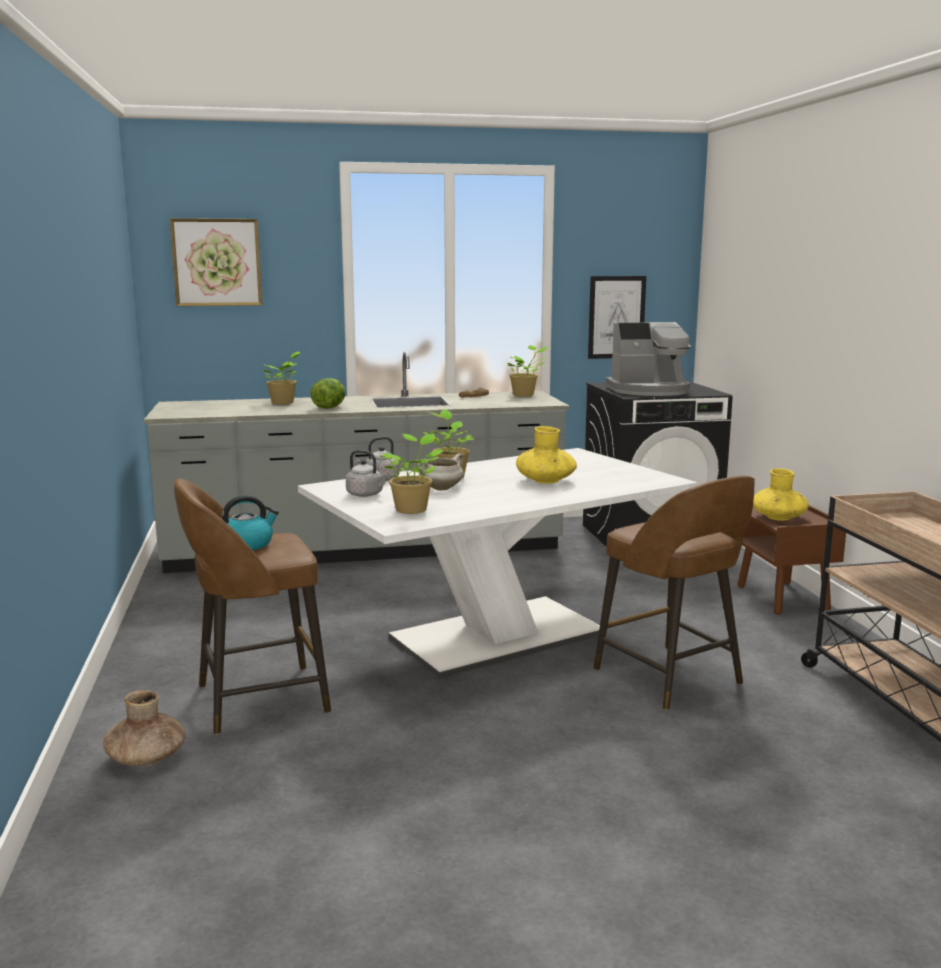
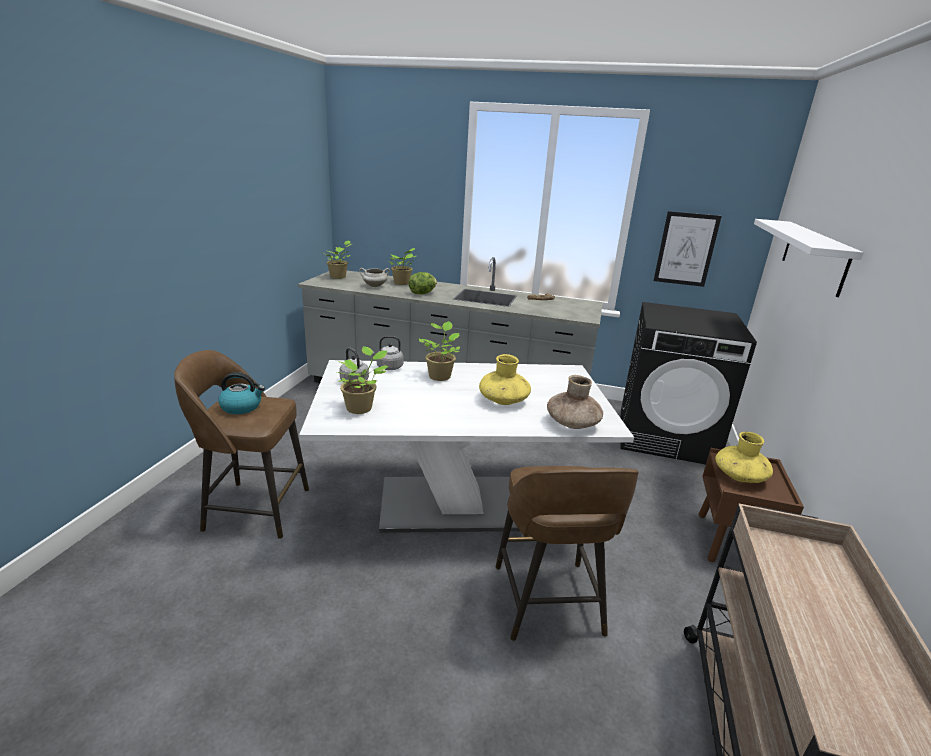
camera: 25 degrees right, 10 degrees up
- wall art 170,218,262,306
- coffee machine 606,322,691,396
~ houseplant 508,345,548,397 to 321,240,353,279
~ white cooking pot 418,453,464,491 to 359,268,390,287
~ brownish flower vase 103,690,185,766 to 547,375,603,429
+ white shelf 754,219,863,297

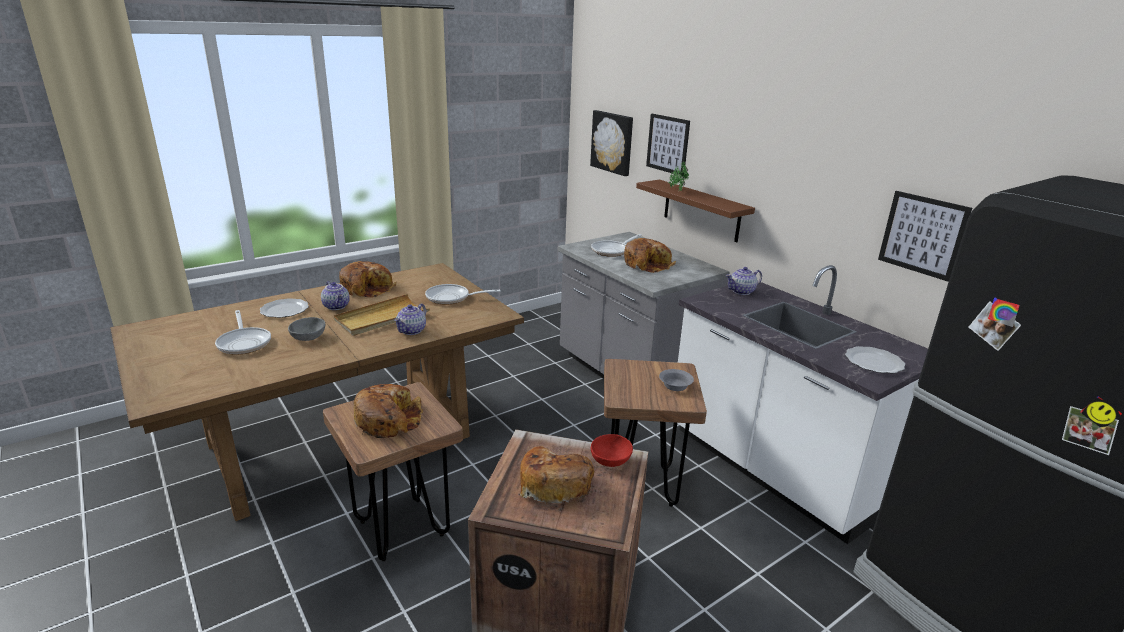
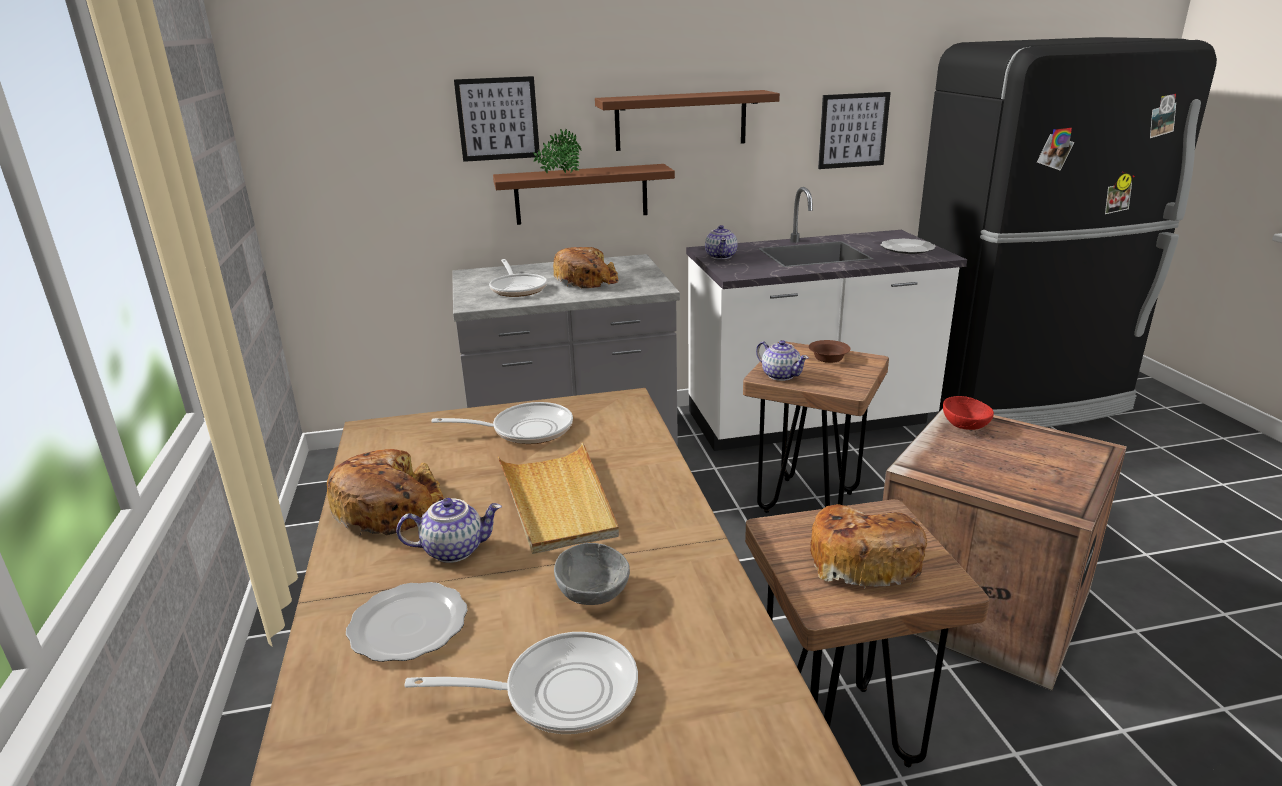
camera: 65 degrees left, 0 degrees up
- wall art 590,110,633,176
~ frying pan 425,284,500,305 = 432,402,573,444 120 degrees counterclockwise
~ teapot 394,303,426,335 to 756,340,809,381
~ grey bowl 659,369,694,391 to brownish bowl 808,340,851,363
- baked bread 520,446,595,504
+ brownish shelf 595,90,780,151

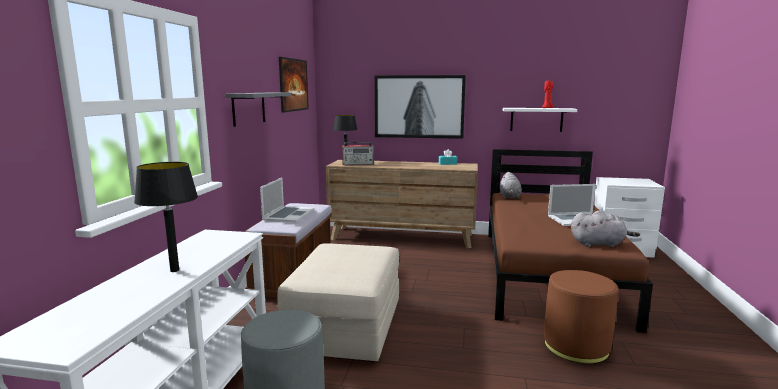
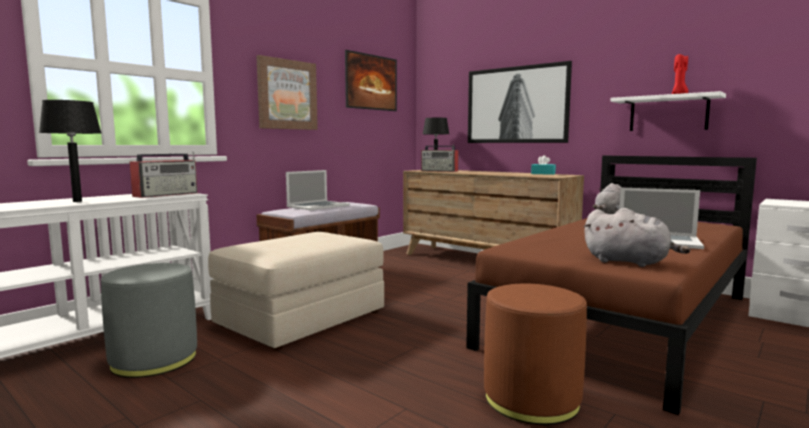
camera: 30 degrees right, 5 degrees down
~ grey shelf 225,93,291,127 to wall art 256,55,318,130
+ radio receiver 129,151,197,198

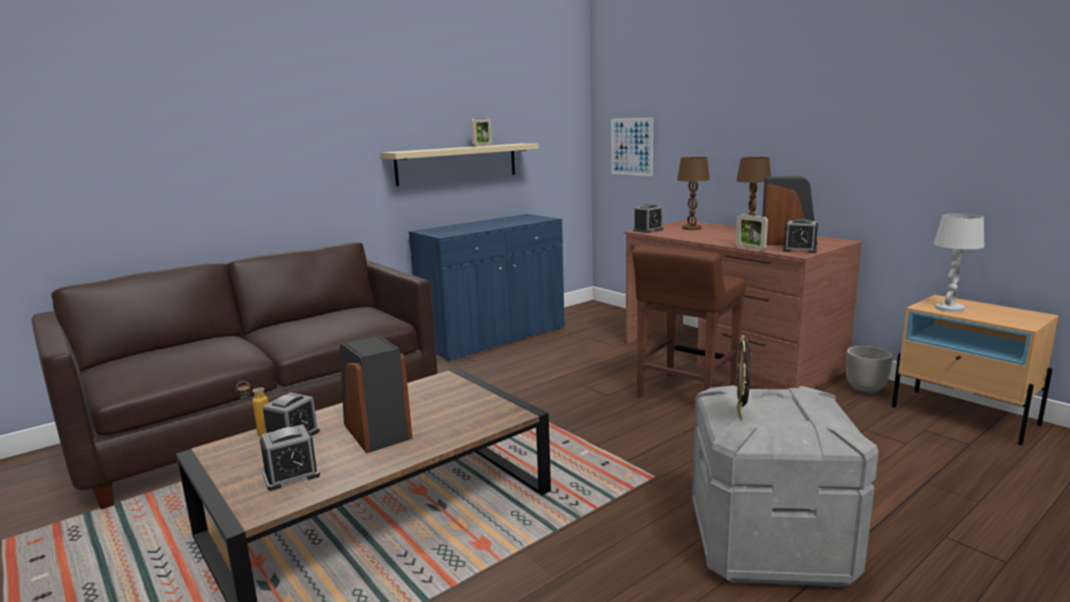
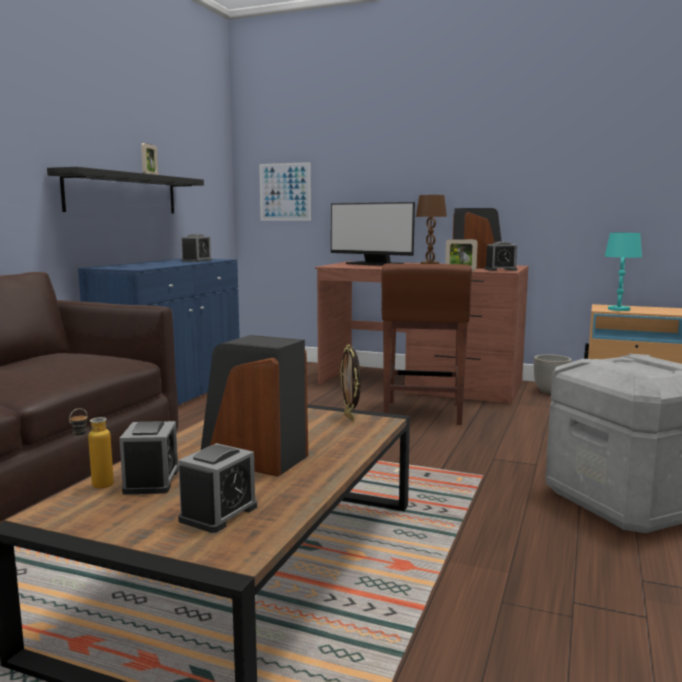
camera: 30 degrees left, 5 degrees down
~ beige shelf 381,143,539,186 to black-coloured shelf 47,167,204,214
~ brownish table lamp 677,157,710,230 to computer screen 331,202,415,266
~ bedside clock 633,204,663,233 to 181,234,212,262
~ white table lamp 934,214,984,312 to turquoise-coloured table lamp 605,233,642,311
~ picture frame 737,335,750,420 to 340,344,361,421

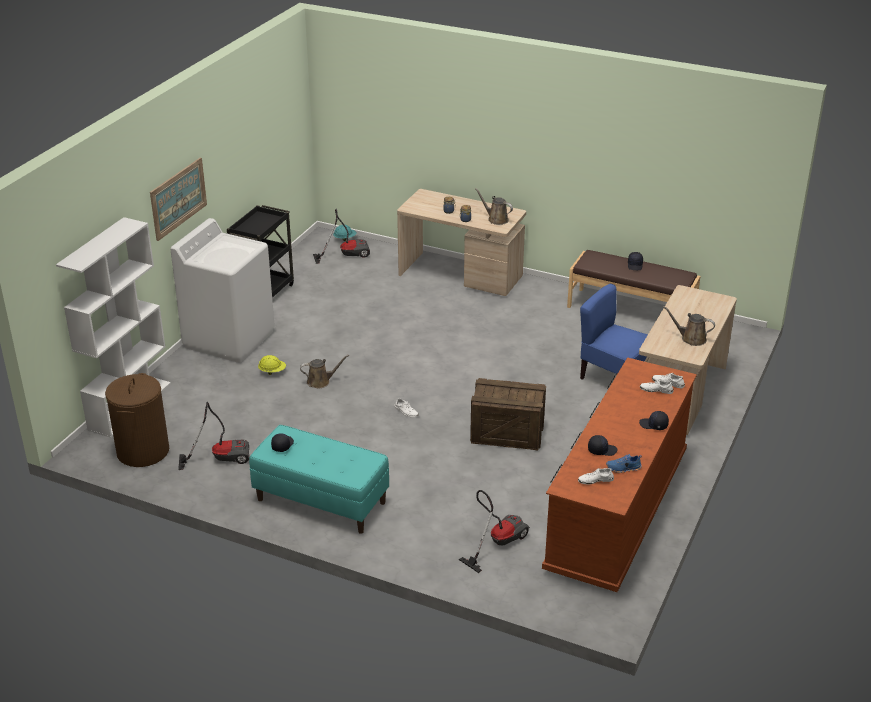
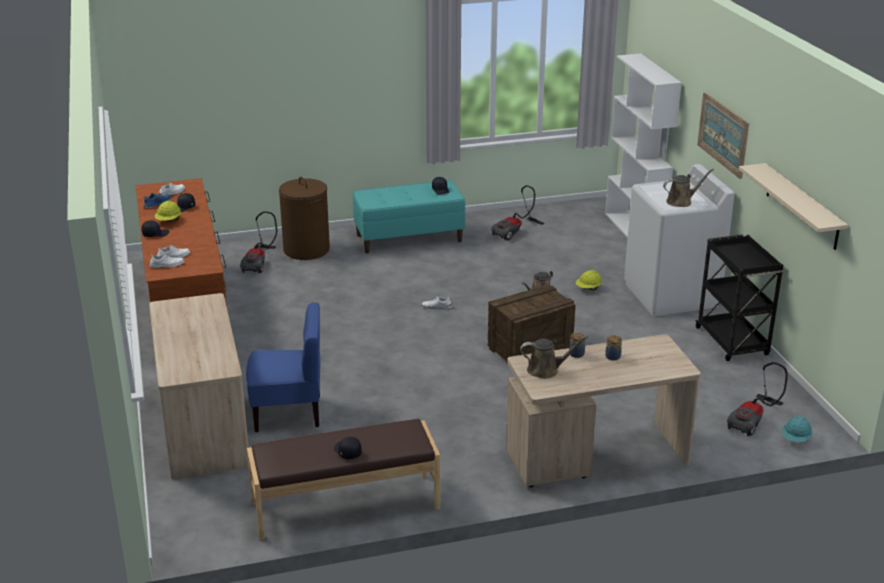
camera: 140 degrees right, 5 degrees down
~ brownish sprinkling can 663,306,715,346 to 663,169,714,207
~ brownish laundry basket 105,373,169,467 to 279,177,330,260
~ packing crate 470,378,546,450 to 488,285,575,364
+ beige shelf 739,163,848,250
+ yellow-coloured hard hat 155,201,181,221

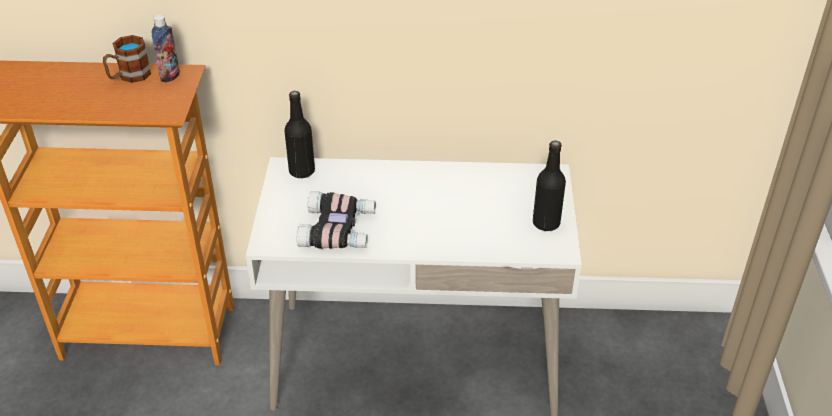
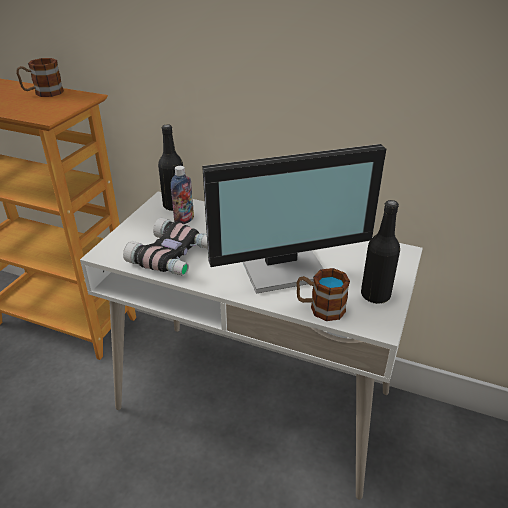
camera: 20 degrees right, 5 degrees down
~ bottle 152,15,180,83 to 171,166,194,224
+ computer screen 202,144,386,293
+ tea mug 297,268,350,321

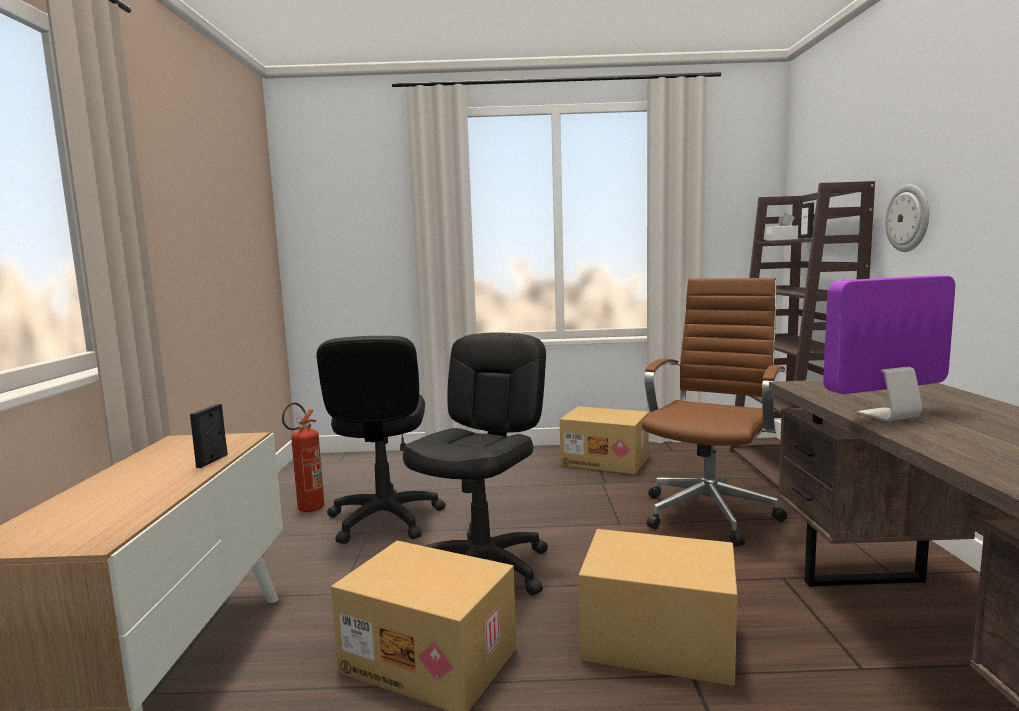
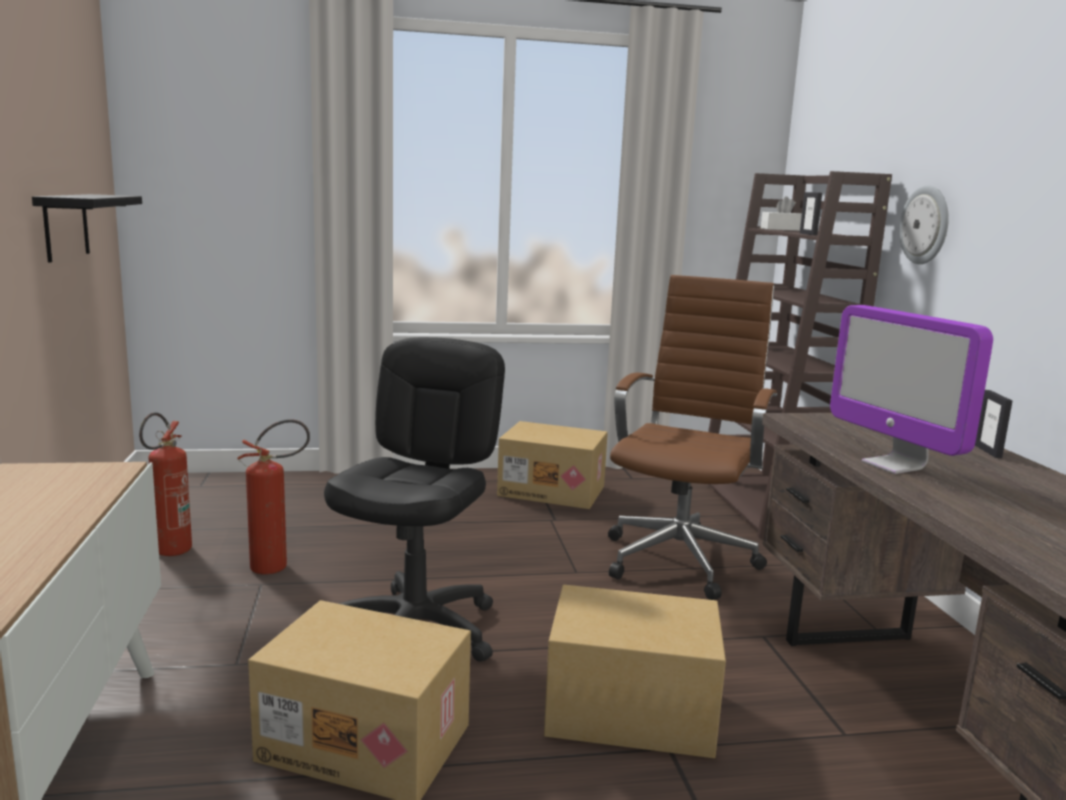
camera: 10 degrees left, 5 degrees up
~ computer screen 823,275,955,421 = 830,305,993,474 90 degrees counterclockwise
~ black-coloured office chair 316,336,446,544 to fire-fighting cylinder 237,419,310,575
~ picture frame 190,404,228,468 to 975,390,1012,458
+ black-coloured shelf 32,194,142,263

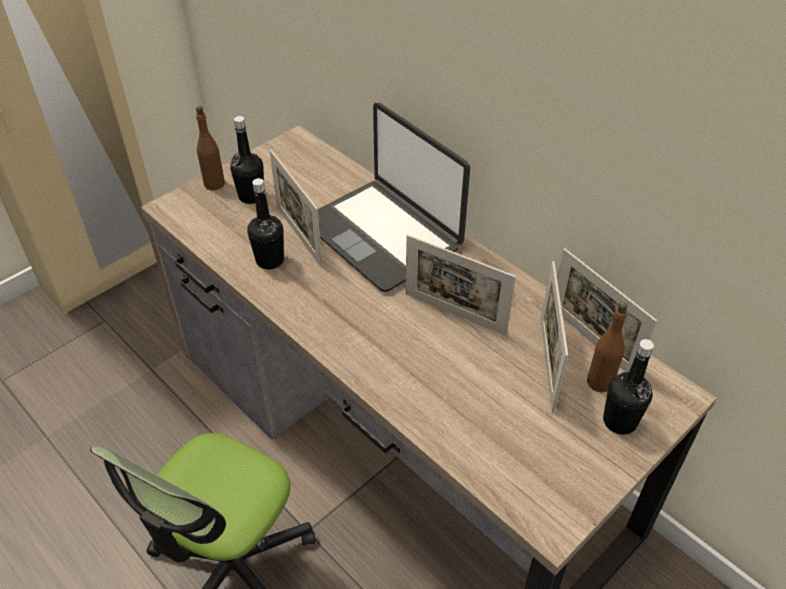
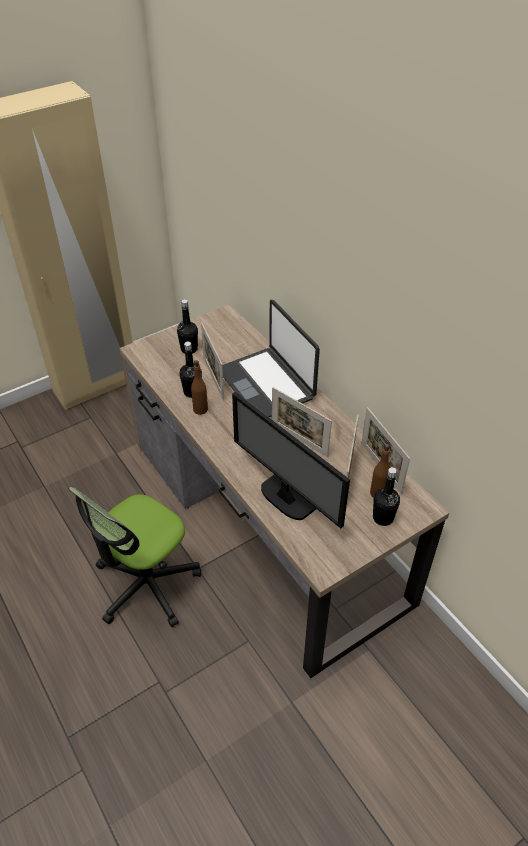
camera: 10 degrees right, 0 degrees up
~ brownish bottle 196,106,225,190 to 191,360,208,415
+ computer screen 232,392,350,528

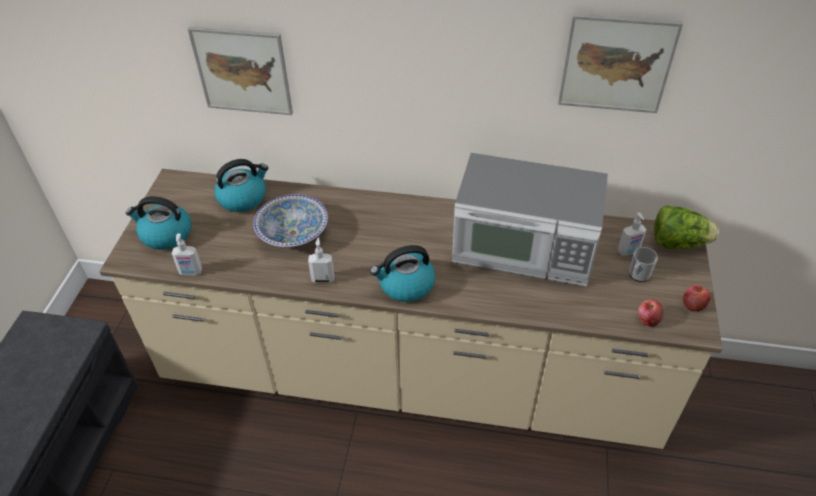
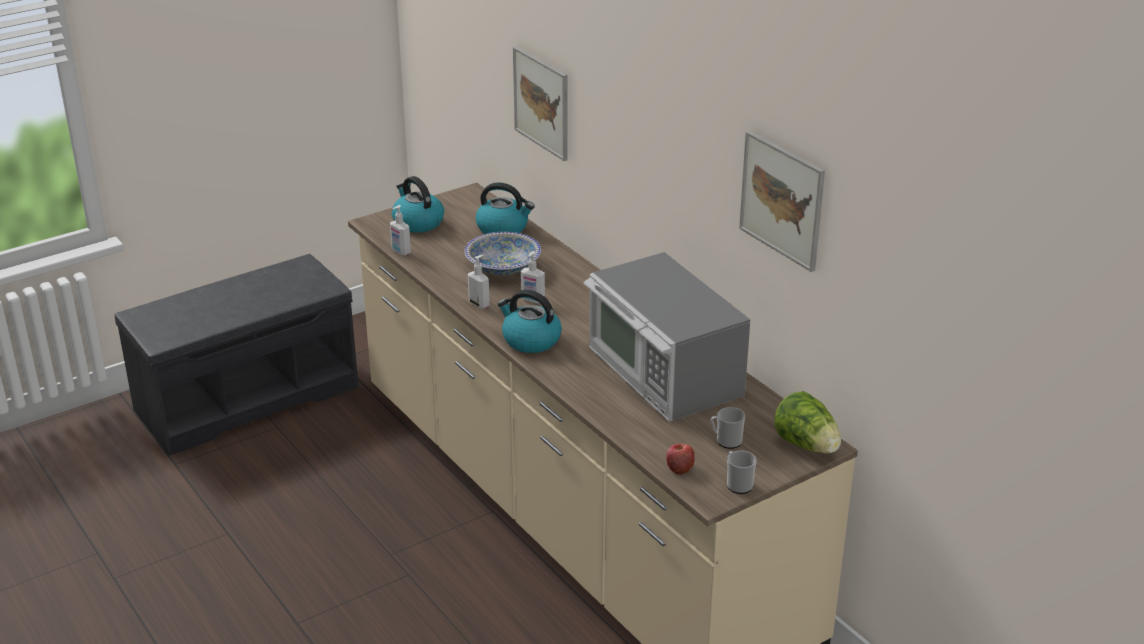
camera: 45 degrees right, 15 degrees down
~ liquid soap bottle 617,212,647,256 to 521,251,545,303
~ apple fruit 683,285,711,312 to tea mug 727,450,757,494

